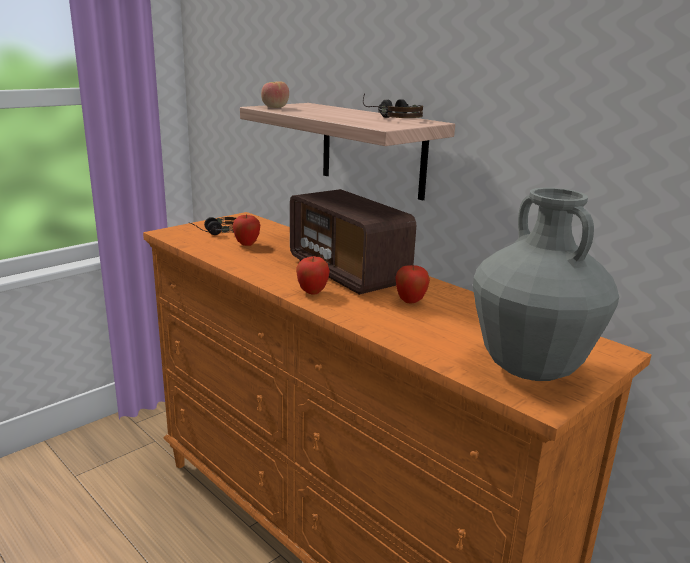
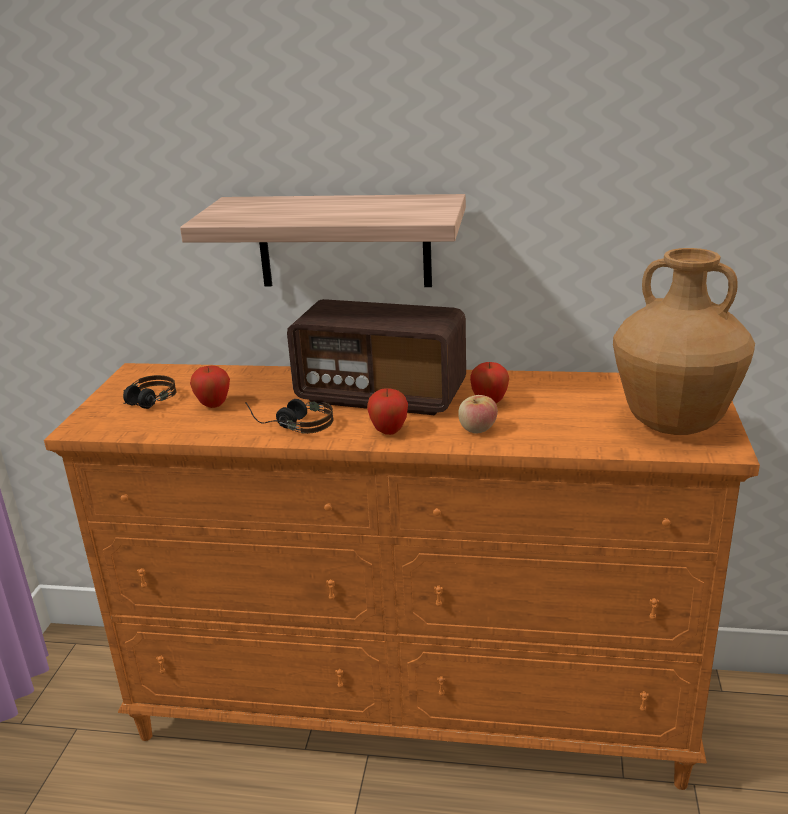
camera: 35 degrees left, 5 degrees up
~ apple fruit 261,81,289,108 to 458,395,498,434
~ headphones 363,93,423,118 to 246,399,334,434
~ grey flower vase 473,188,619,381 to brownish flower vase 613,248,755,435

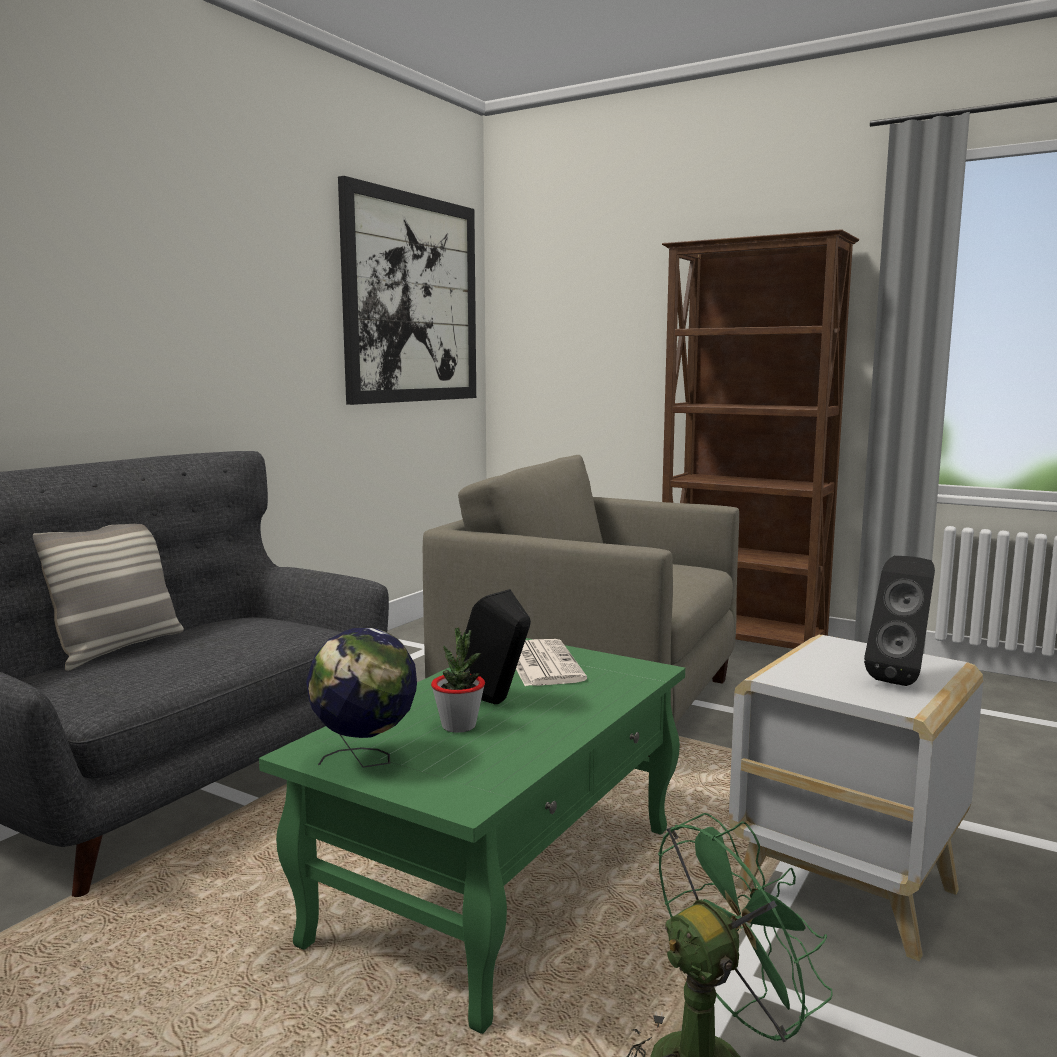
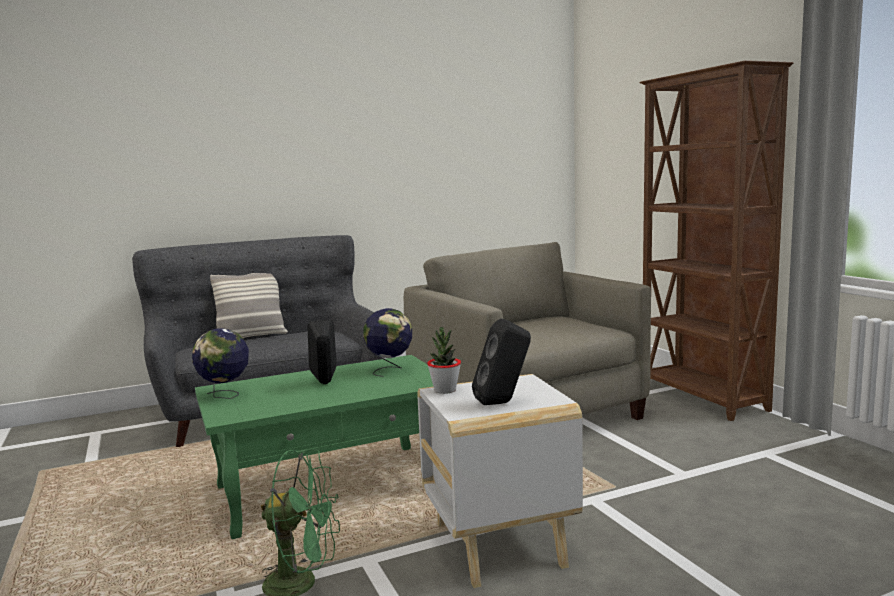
camera: 35 degrees right, 0 degrees up
- wall art 338,176,476,405
~ houseplant 431,627,485,733 to 427,327,461,394
~ printed paper 516,639,587,686 to desk globe 363,308,412,377

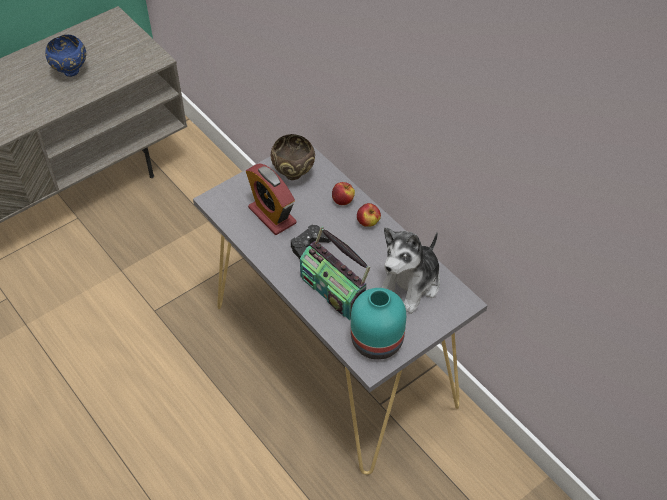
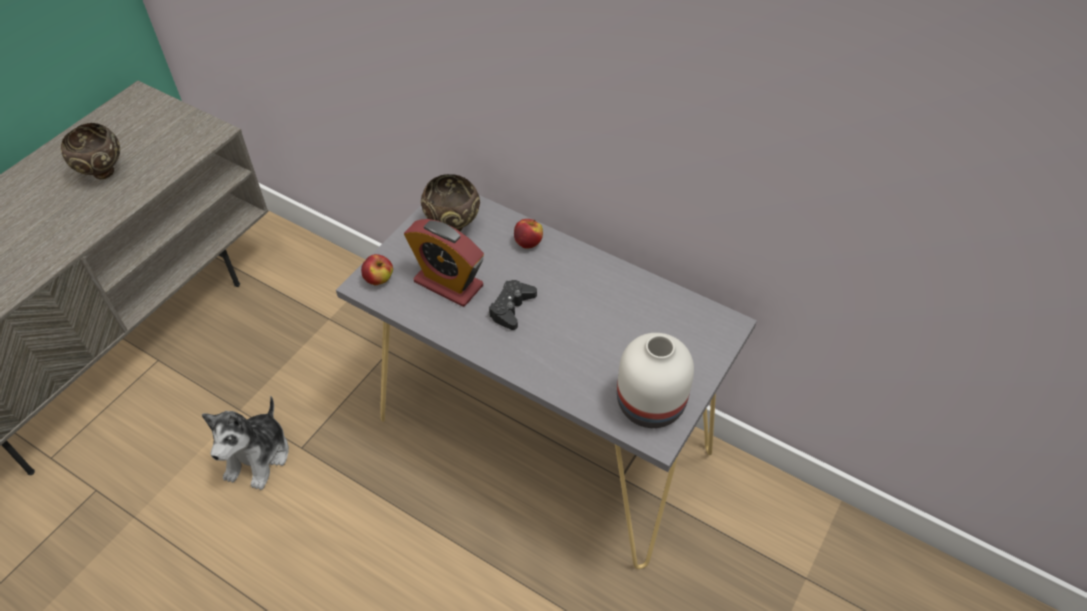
camera: 20 degrees left, 0 degrees up
~ bluish bowl 45,35,86,77 to brownish bowl 61,123,120,179
~ apple fruit 357,203,381,227 to 361,254,393,285
- radio receiver 300,227,370,320
~ cuddly toy 381,227,440,314 to 202,396,289,490
~ turquoise-coloured flower vase 351,288,406,360 to white flower vase 617,333,694,428

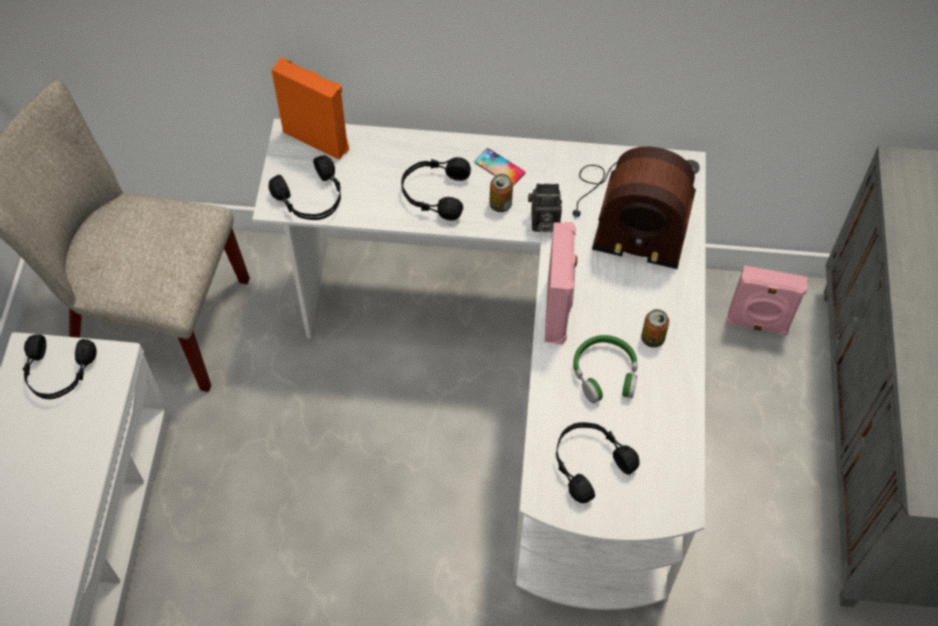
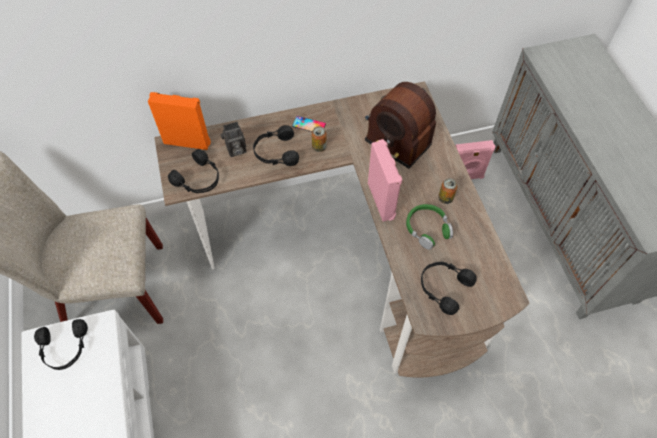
camera: 20 degrees left, 0 degrees up
~ white desk table 252,119,706,610 to brownish desk table 154,81,529,378
~ radio receiver 573,146,696,269 = 365,82,436,169 45 degrees clockwise
~ still camera 528,184,562,232 to 220,122,246,157

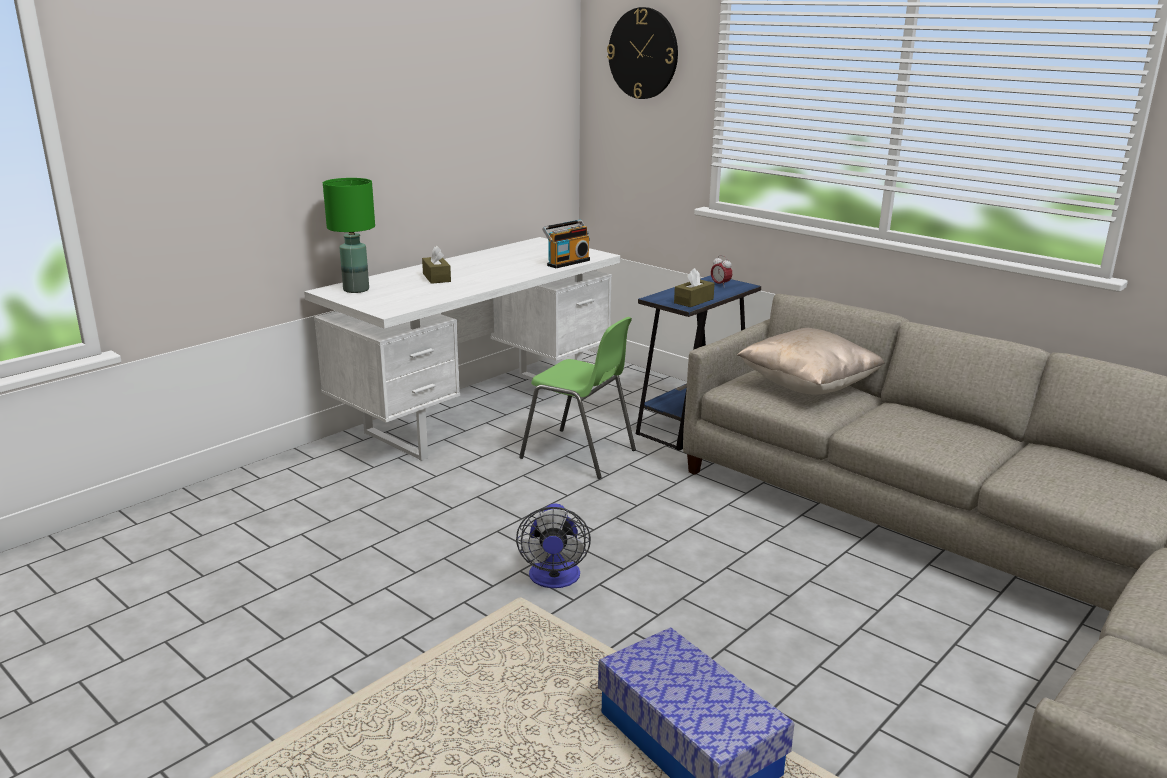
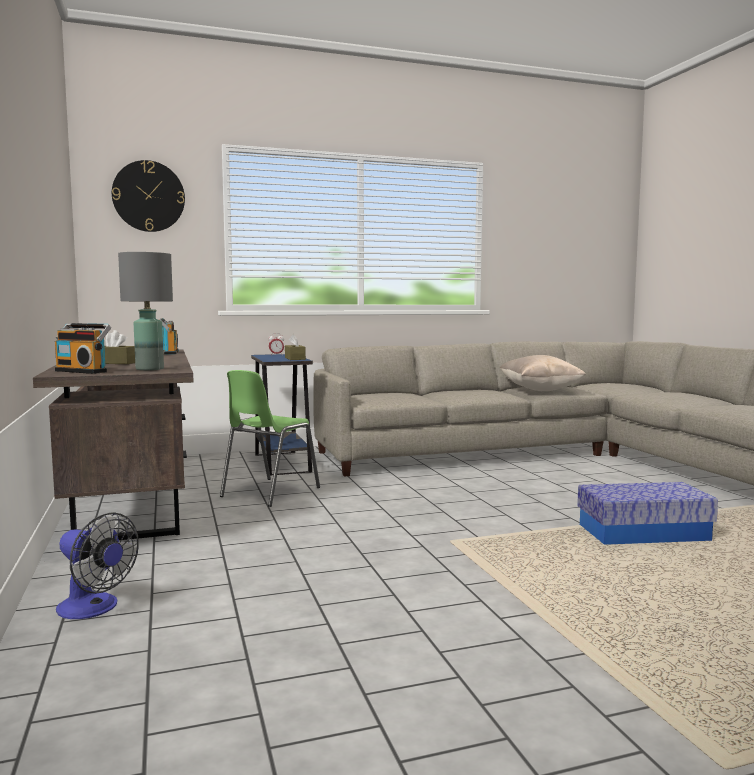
camera: 60 degrees left, 15 degrees down
~ greenish table lamp 323,178,375,293 to radio receiver 55,323,111,374
~ white desk table 304,237,620,461 to brownish desk table 33,349,193,540
~ greenish upright chair 519,317,636,479 = 220,370,320,507 150 degrees clockwise
~ beige throw pillow 737,328,885,394 to 499,355,586,391
~ cooling fan 516,503,591,588 to 56,512,139,619
+ grey table lamp 118,252,173,370

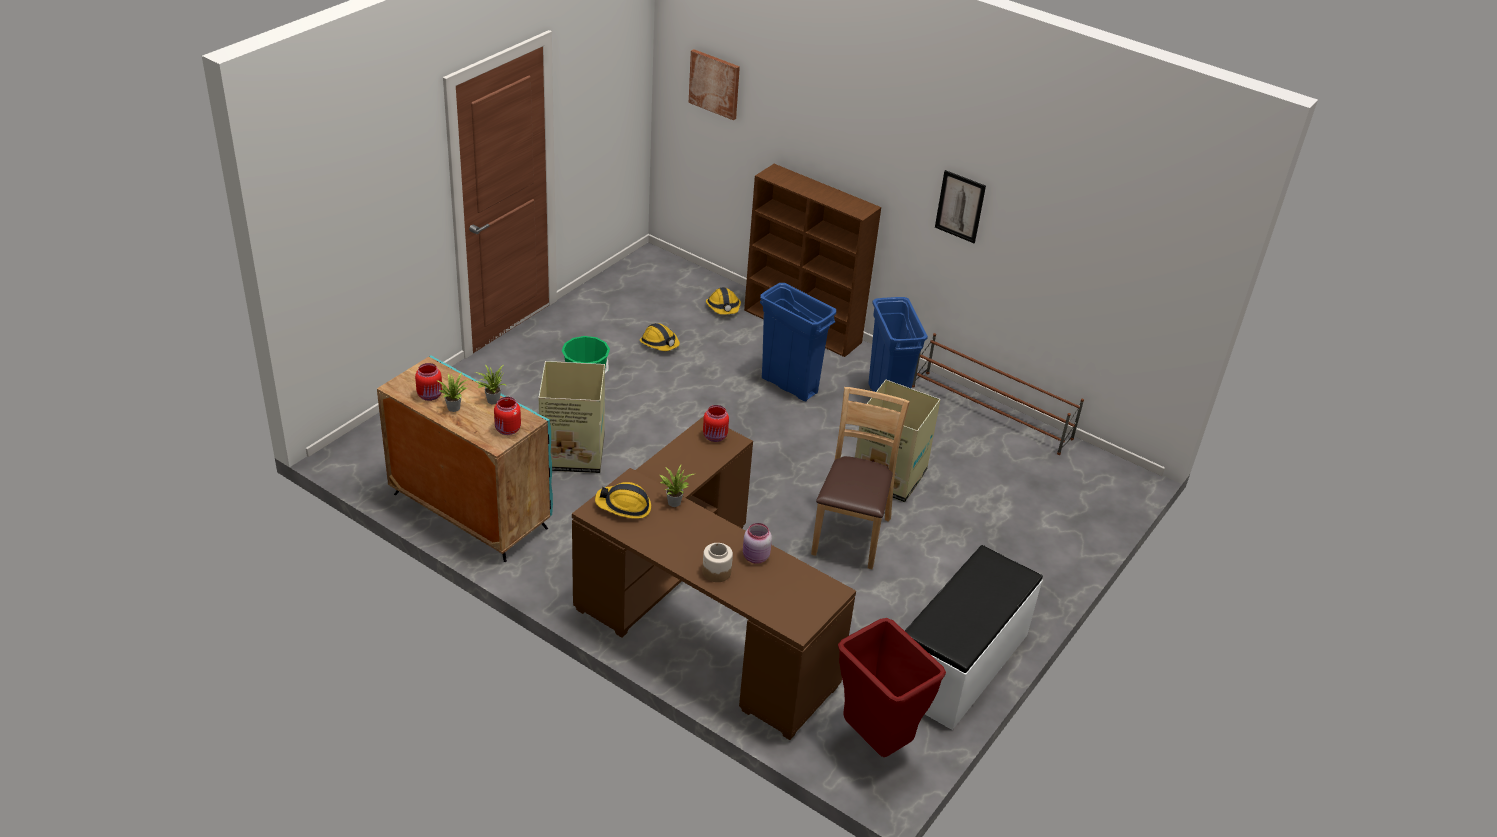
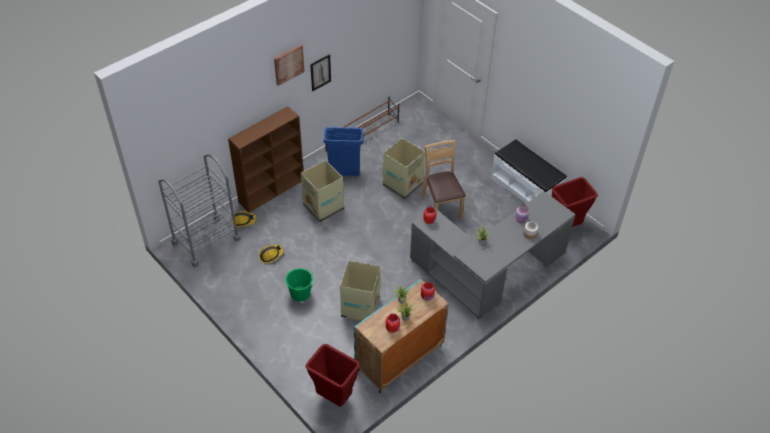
camera: 75 degrees left, 10 degrees up
~ wall art 689,49,740,120 to 274,45,305,86
~ bluish rubbish bin 760,283,836,401 to packing box 301,160,344,222
~ brownish upright chair 811,387,910,569 = 421,140,466,219 45 degrees clockwise
~ brownish desk table 572,416,856,740 to grey desk table 410,191,576,319
- hard hat 595,482,651,519
+ grey cart 158,154,241,267
+ red rubbish bin 306,344,360,407

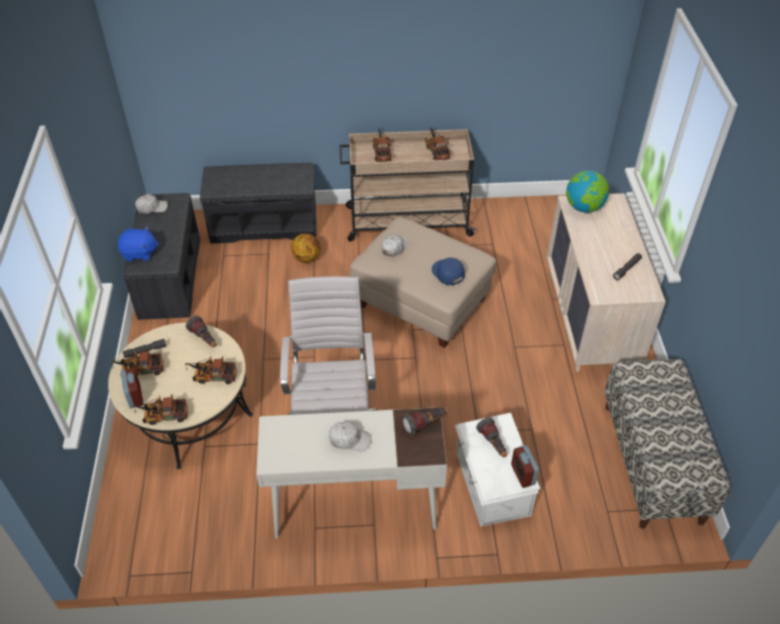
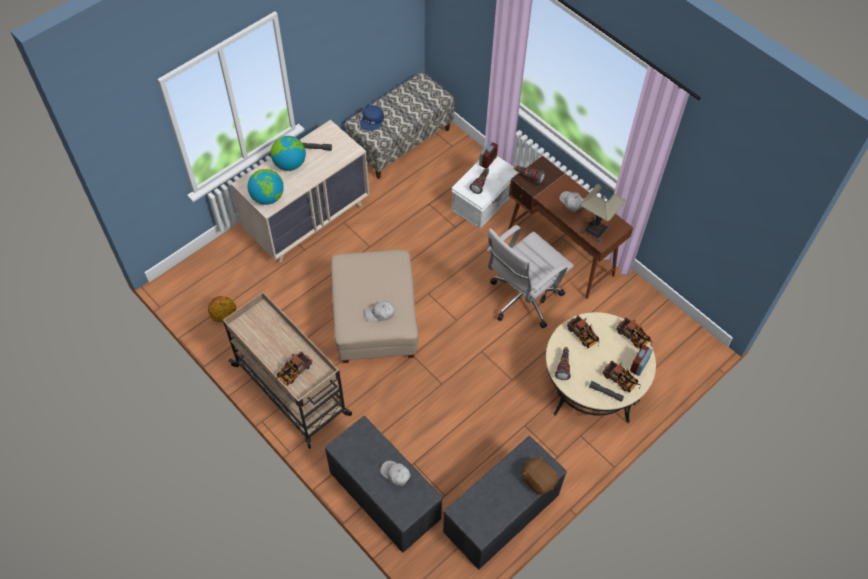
camera: 130 degrees left, 10 degrees up
- toy lorry 425,126,451,160
~ white peaked cap 135,194,168,214 to 380,460,411,486
~ bluish cuddly toy 118,226,159,261 to brownish cuddly toy 522,455,559,495
~ basketball ball 291,234,321,263 to 208,296,236,322
~ bluish peaked cap 432,258,465,285 to 360,105,384,131
~ white desk table 256,407,447,538 to brownish desk table 508,155,633,299
+ desk globe 271,136,306,171
+ table lamp 580,185,625,243

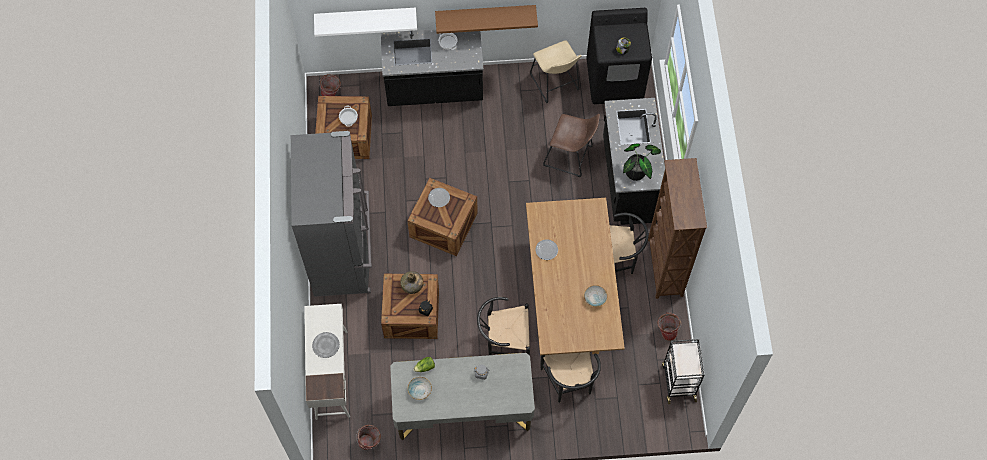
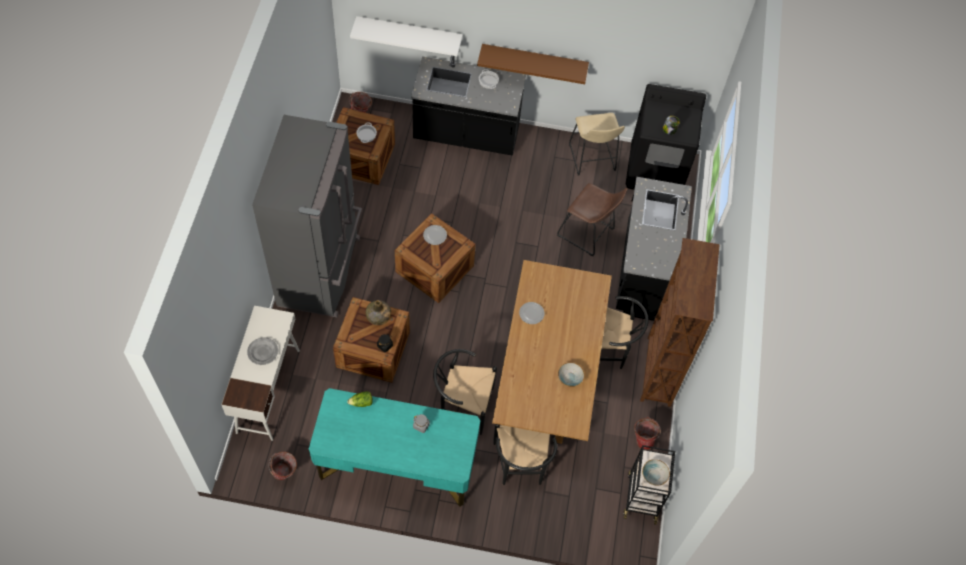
camera: 10 degrees right, 5 degrees down
- houseplant 623,143,661,181
~ grey desk table 390,353,535,440 to turquoise-coloured desk table 309,388,480,507
~ bowl 408,377,432,400 to 642,459,670,486

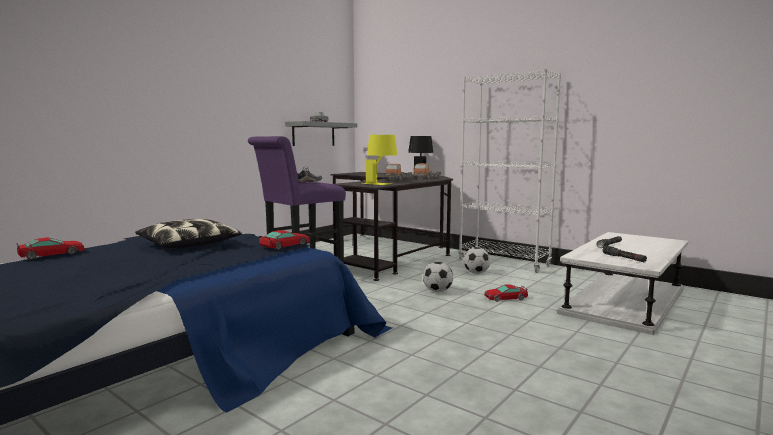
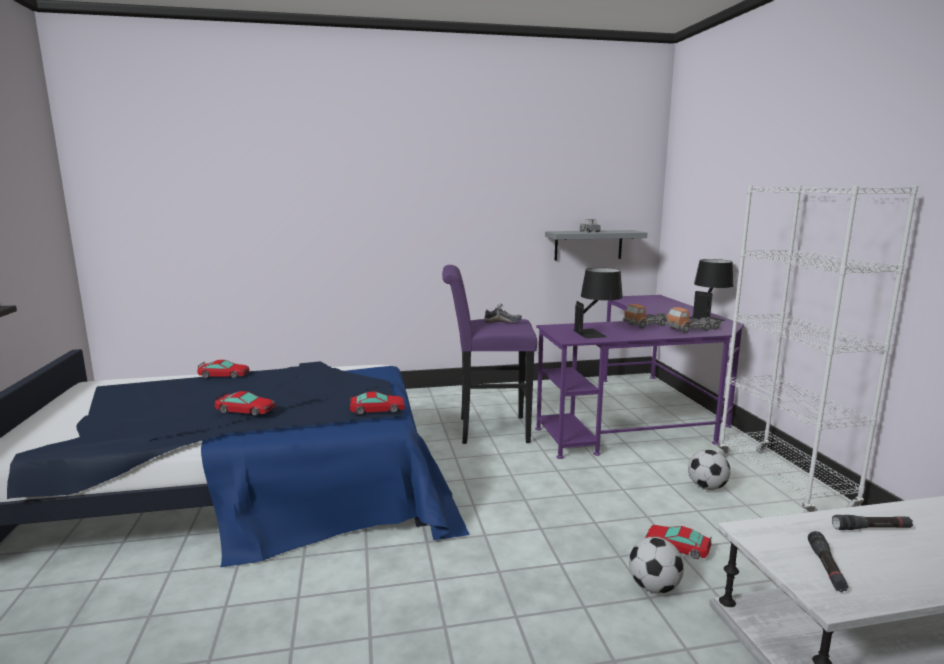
camera: 40 degrees right, 5 degrees up
~ yellow-coloured table lamp 362,135,397,185 to black-coloured table lamp 573,268,623,338
~ black-coloured desk table 331,172,453,281 to purple desk table 535,295,744,459
- throw pillow 135,219,242,248
~ football 423,262,453,292 to 629,537,684,593
+ miniature car 215,391,276,416

